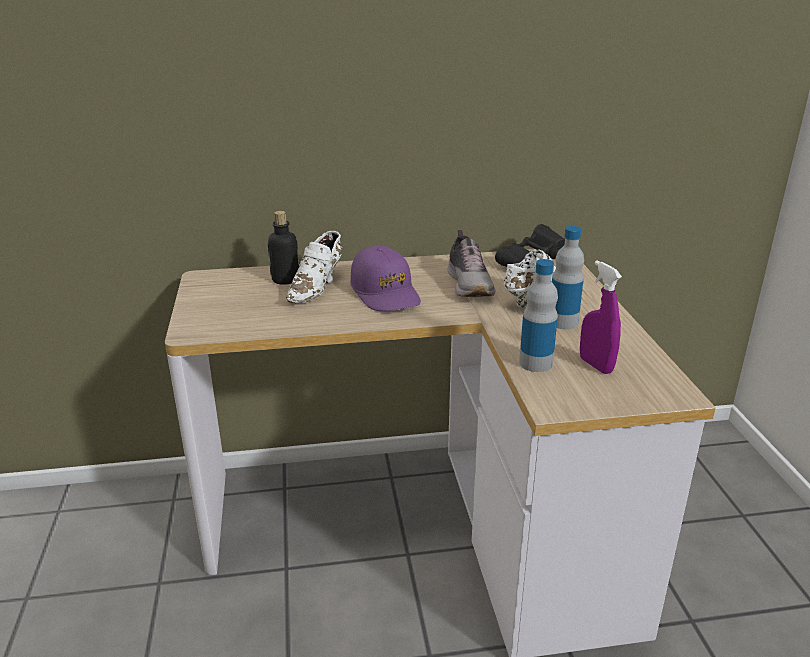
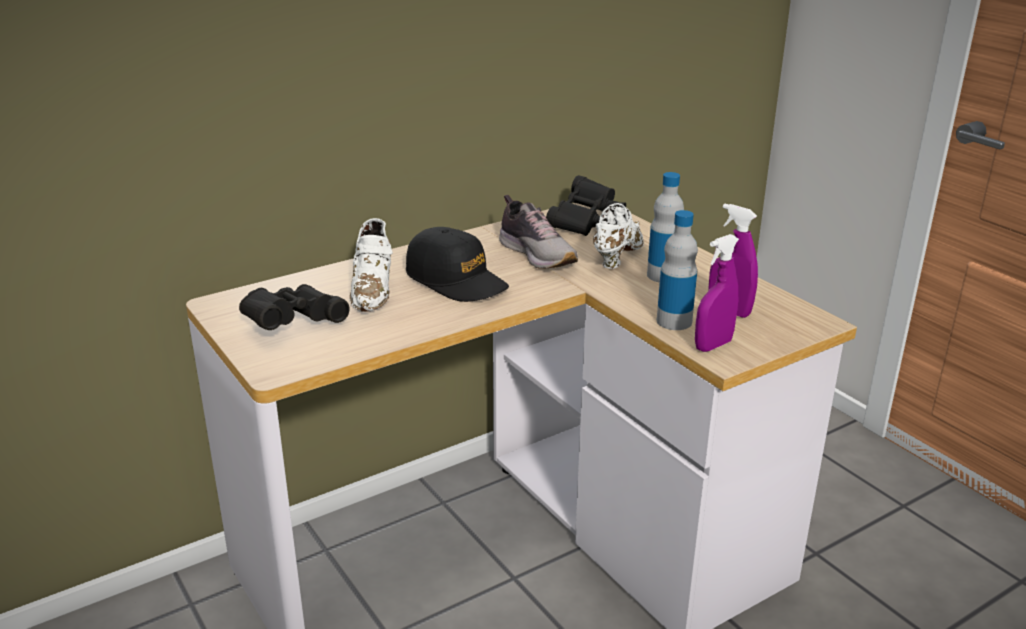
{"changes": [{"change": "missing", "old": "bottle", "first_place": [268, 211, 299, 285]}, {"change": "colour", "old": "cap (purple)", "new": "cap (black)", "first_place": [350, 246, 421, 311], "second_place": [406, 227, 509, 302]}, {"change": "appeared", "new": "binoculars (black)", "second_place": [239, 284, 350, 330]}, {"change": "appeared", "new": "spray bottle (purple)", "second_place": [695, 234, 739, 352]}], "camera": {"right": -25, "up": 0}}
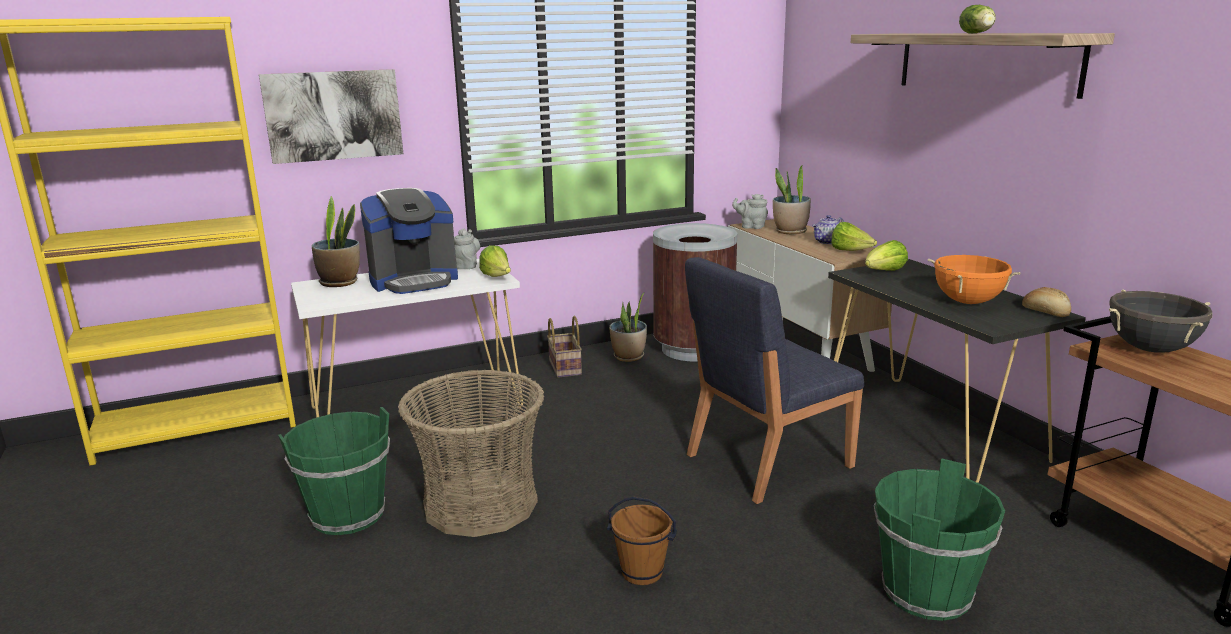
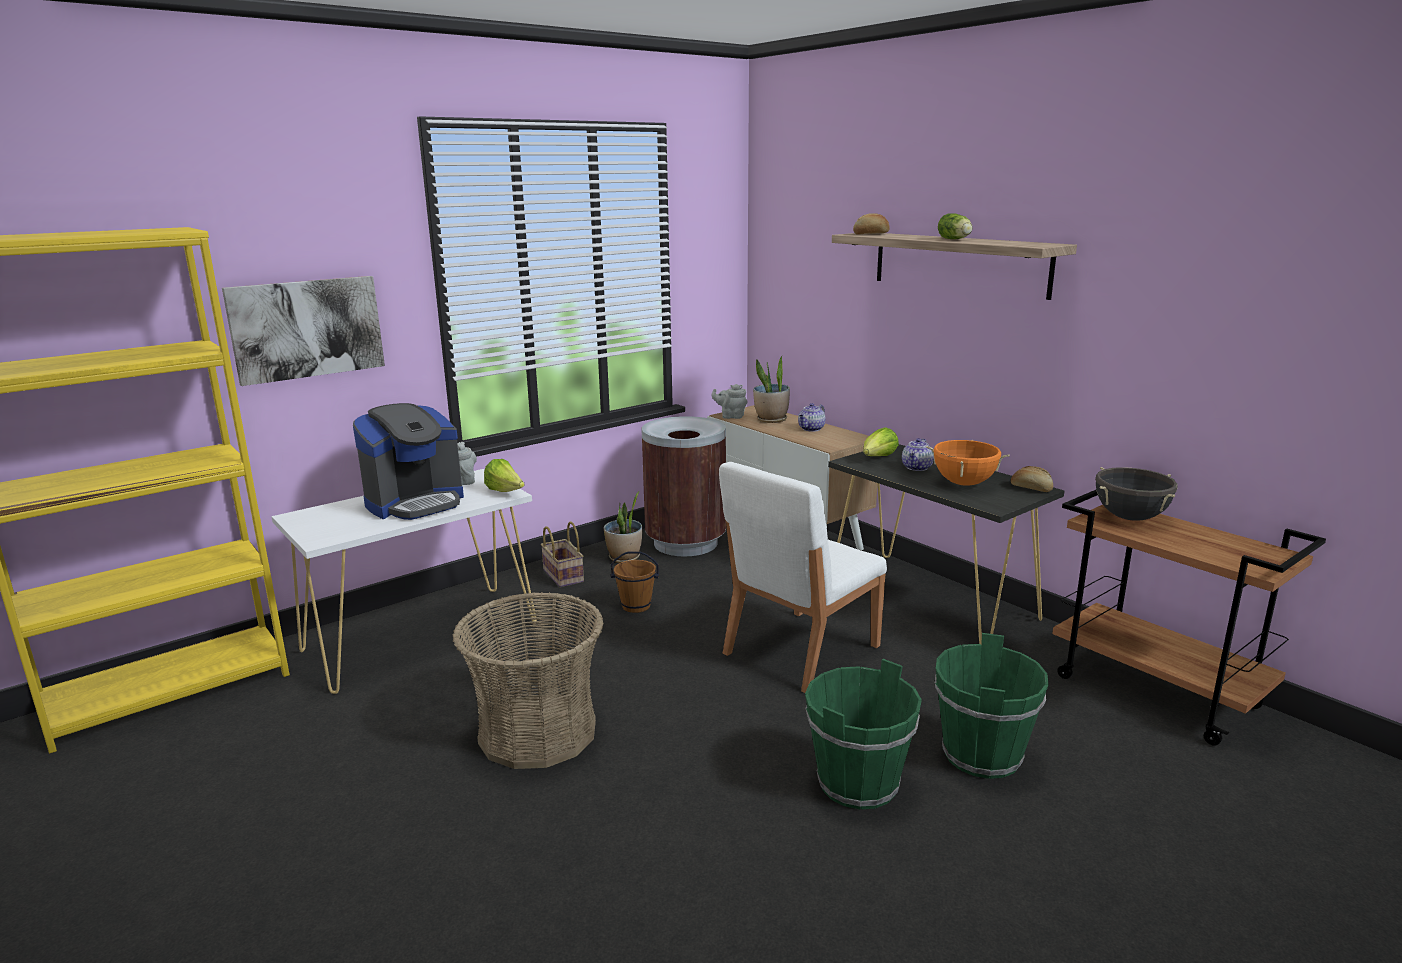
{"changes": [{"change": "relocated", "old": "bucket (green)", "first_place": [278, 407, 390, 535], "second_place": [805, 659, 922, 809]}, {"change": "missing", "old": "potted plant", "first_place": [312, 196, 360, 287]}, {"change": "relocated", "old": "bucket (brown)", "first_place": [607, 497, 677, 585], "second_place": [611, 551, 659, 613]}, {"change": "colour", "old": "chair (blue)", "new": "chair (white)", "first_place": [685, 257, 864, 504], "second_place": [719, 462, 887, 693]}, {"change": "missing", "old": "lettuce", "first_place": [831, 222, 877, 251]}, {"change": "appeared", "new": "bread", "second_place": [853, 213, 890, 235]}, {"change": "appeared", "new": "teapot", "second_place": [902, 438, 934, 471]}], "camera": {"right": -15, "up": 0}}
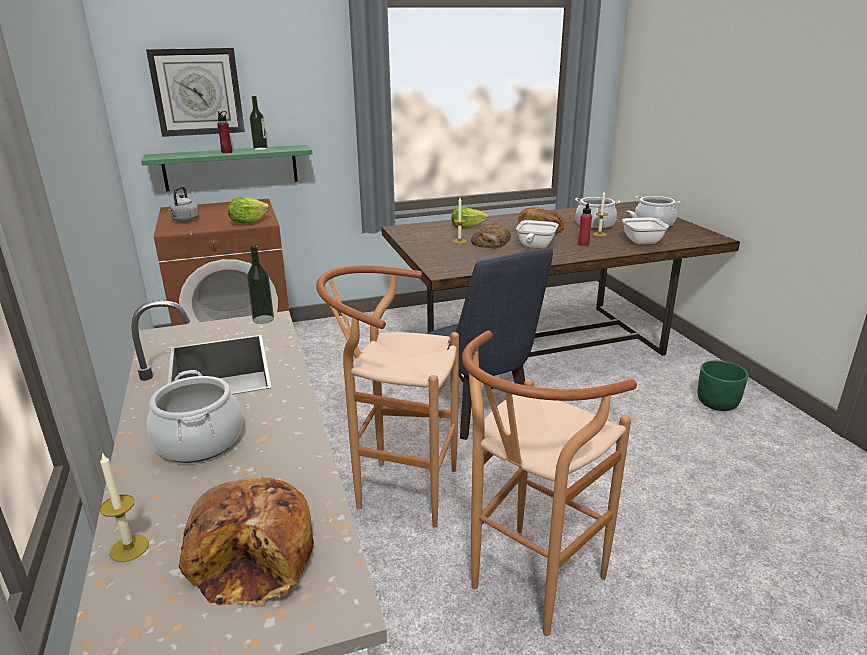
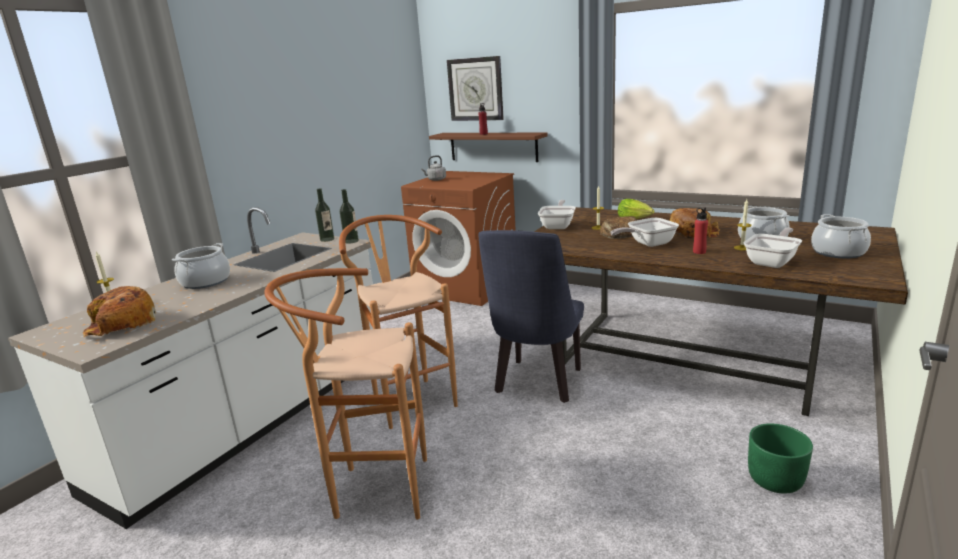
{"changes": [{"change": "colour", "old": "shelf (green)", "new": "shelf (brown)", "first_place": [141, 145, 312, 192], "second_place": [429, 133, 548, 162]}, {"change": "missing", "old": "lettuce", "first_place": [228, 197, 269, 224]}, {"change": "relocated", "old": "bottle", "first_place": [250, 96, 267, 150], "second_place": [315, 188, 334, 242]}, {"change": "appeared", "new": "frying pan", "second_place": [538, 200, 576, 229]}], "camera": {"right": 50, "up": -5}}
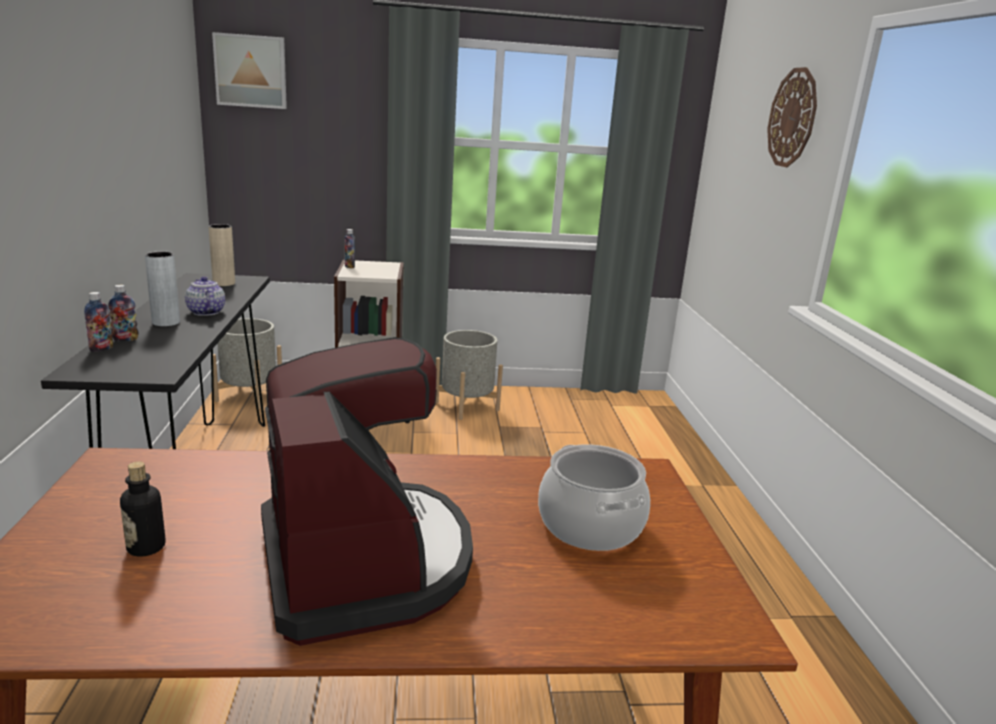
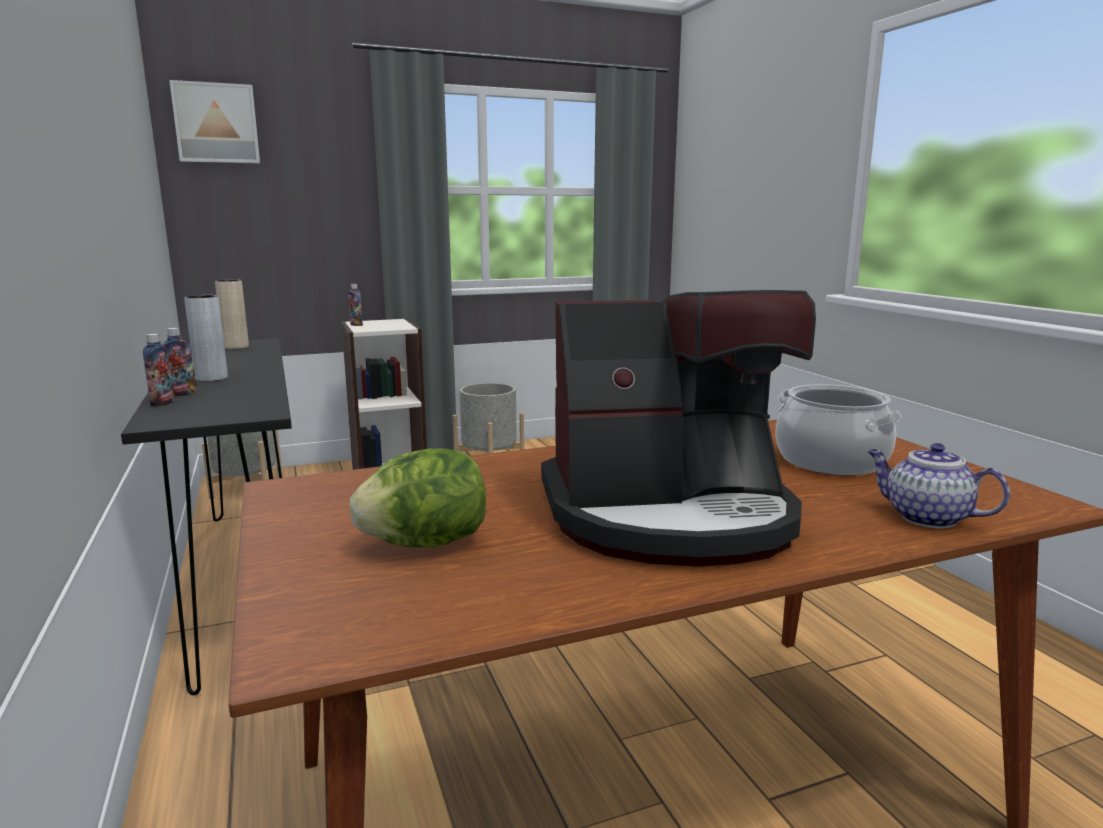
{"changes": [{"change": "exchanged", "old": "bottle", "new": "lettuce", "first_place": [120, 461, 166, 557], "second_place": [349, 448, 486, 547]}, {"change": "relocated", "old": "teapot", "first_place": [185, 276, 225, 316], "second_place": [867, 443, 1010, 528]}, {"change": "spun", "old": "coffee machine", "first_place": [261, 337, 473, 646], "second_place": [541, 290, 816, 567], "degrees": 120}, {"change": "missing", "old": "wall clock", "first_place": [767, 67, 817, 167]}], "camera": {"right": -15, "up": -5}}
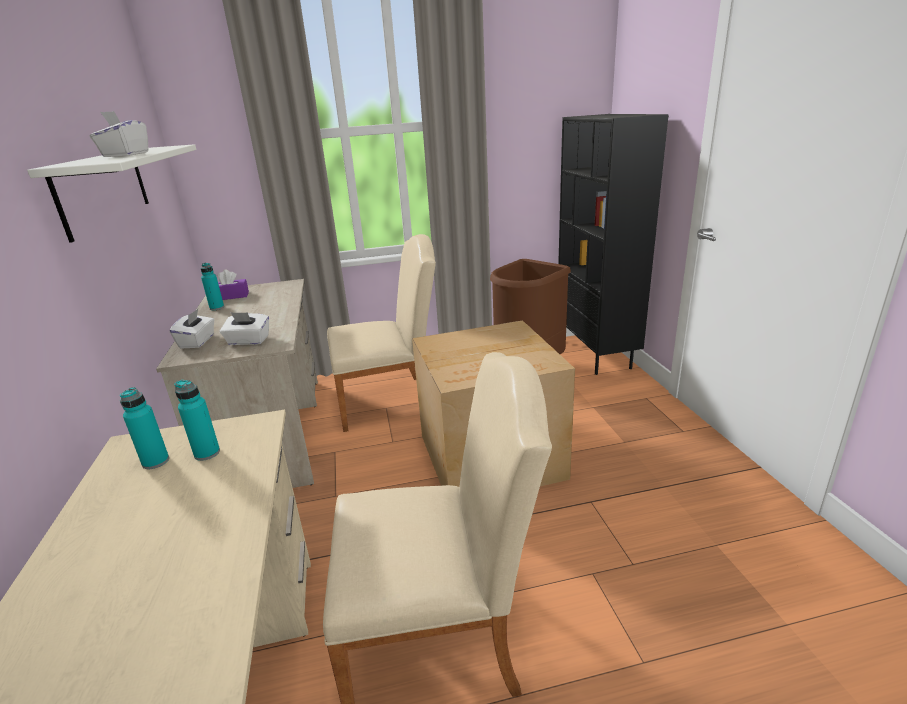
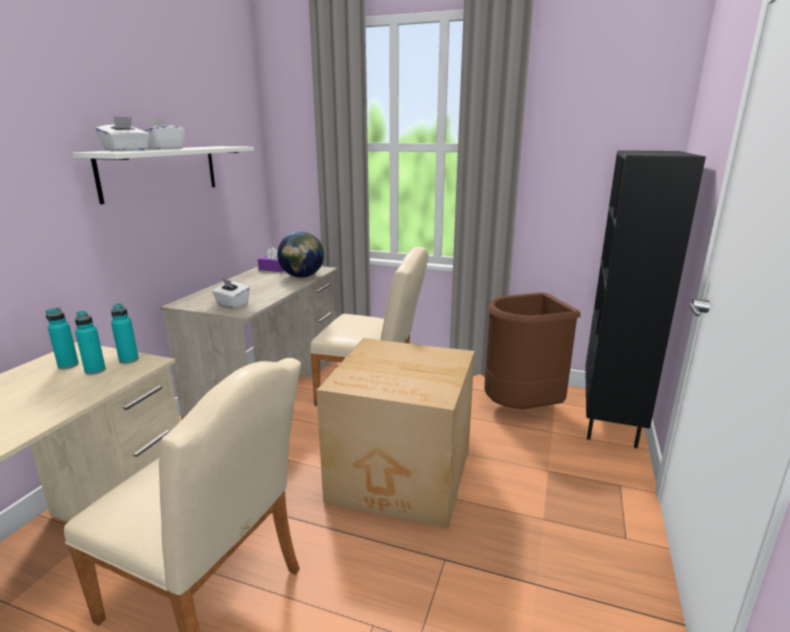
{"changes": [{"change": "relocated", "old": "tissue box (white)", "first_place": [170, 309, 214, 349], "second_place": [96, 116, 149, 151]}, {"change": "relocated", "old": "bottle (turquoise)", "first_place": [201, 263, 224, 310], "second_place": [111, 303, 139, 364]}, {"change": "appeared", "new": "globe", "second_place": [277, 232, 324, 278]}], "camera": {"right": 30, "up": -5}}
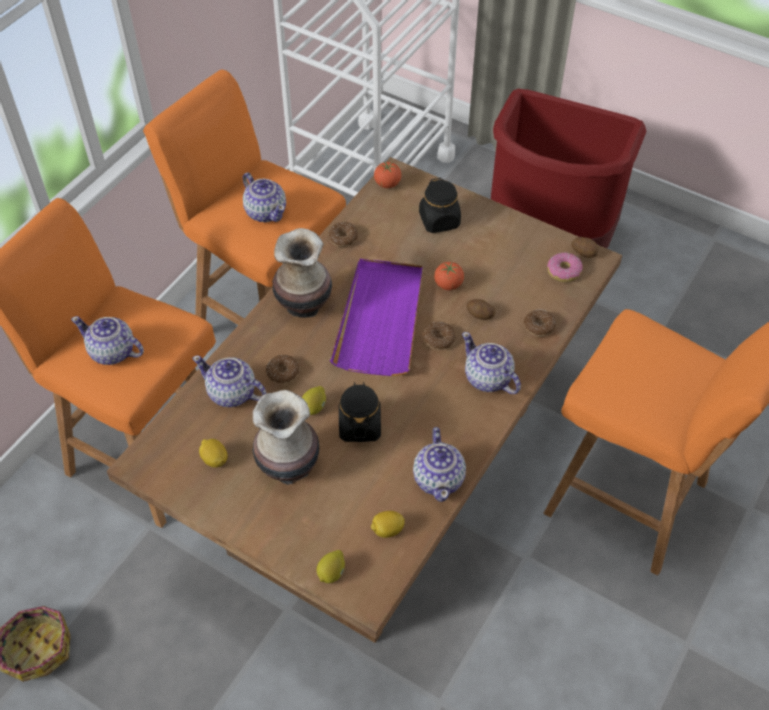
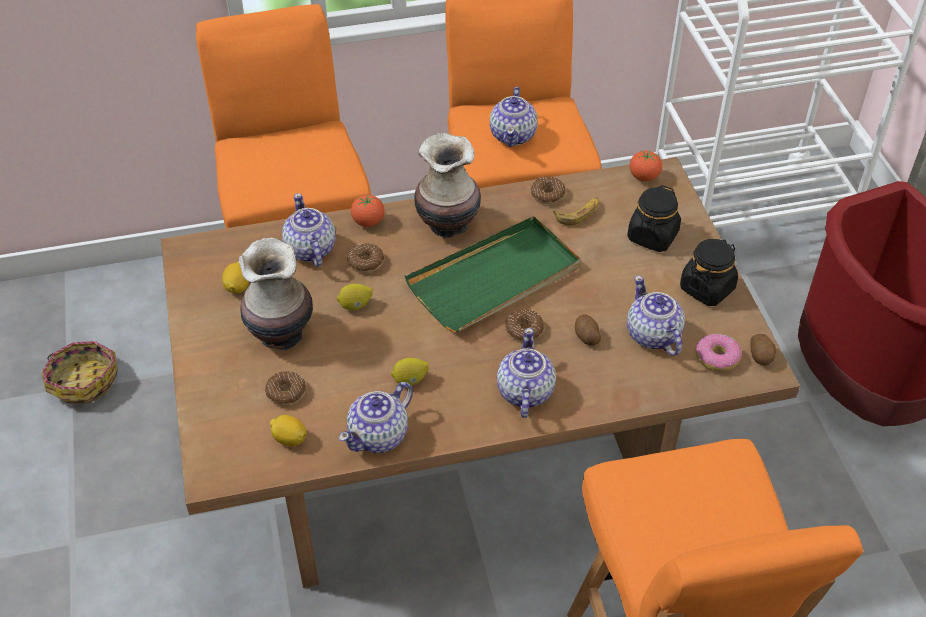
{"changes": [{"change": "relocated", "old": "teapot", "first_place": [71, 316, 144, 365], "second_place": [627, 276, 685, 356]}, {"change": "relocated", "old": "lemon", "first_place": [316, 550, 345, 583], "second_place": [391, 358, 429, 386]}, {"change": "colour", "old": "tray (purple)", "new": "tray (green)", "first_place": [330, 259, 422, 376], "second_place": [405, 216, 581, 333]}, {"change": "relocated", "old": "jar (black)", "first_place": [339, 382, 381, 442], "second_place": [680, 239, 738, 306]}, {"change": "relocated", "old": "tomato", "first_place": [434, 262, 464, 290], "second_place": [351, 195, 385, 227]}, {"change": "relocated", "old": "donut", "first_place": [524, 310, 557, 337], "second_place": [265, 371, 306, 405]}, {"change": "appeared", "new": "banana", "second_place": [553, 197, 599, 225]}], "camera": {"right": 45, "up": -5}}
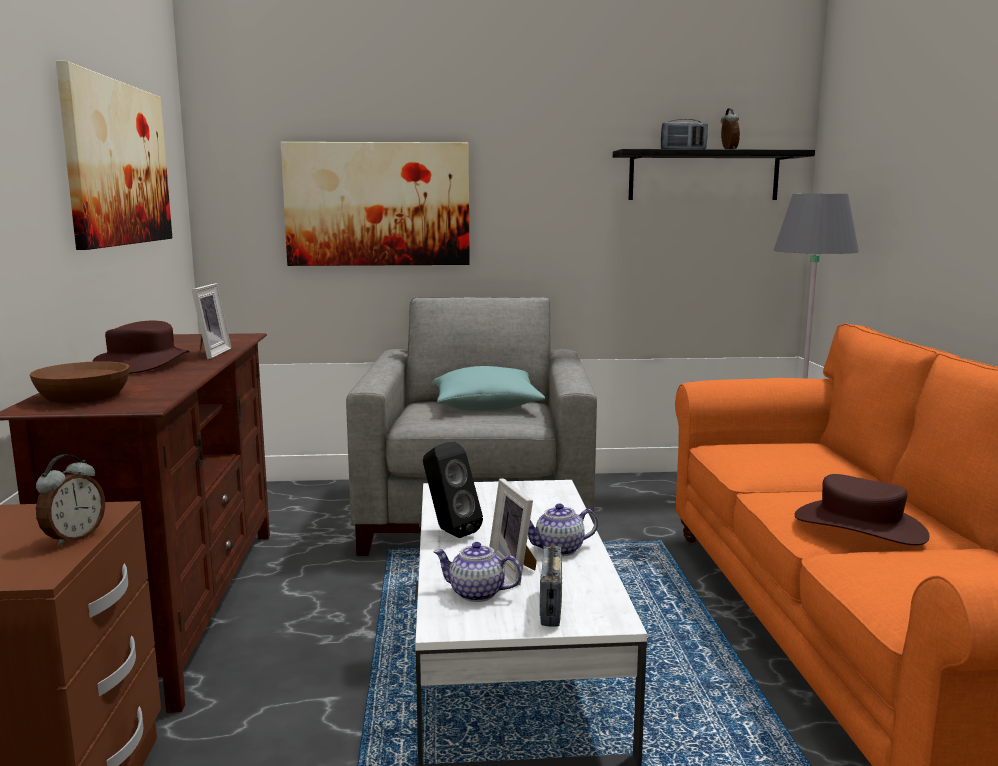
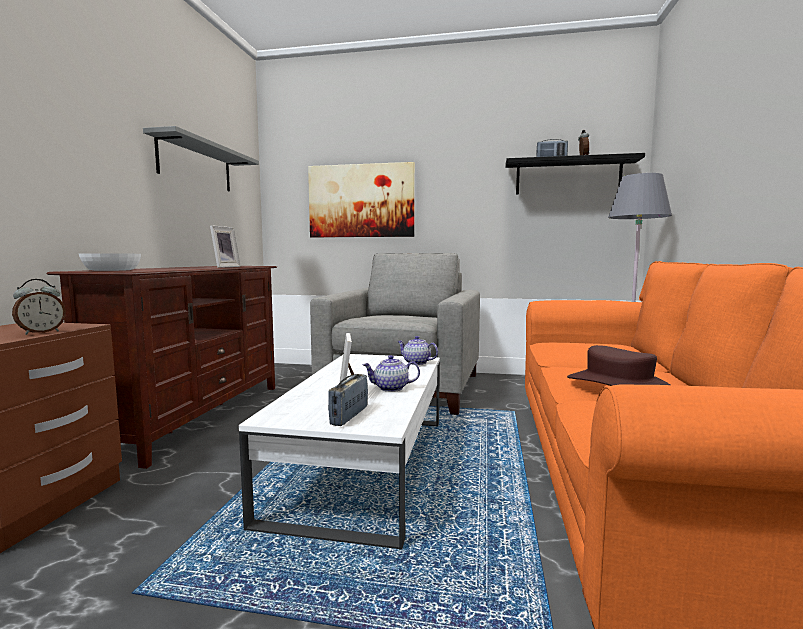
{"changes": [{"change": "colour", "old": "bowl (brown)", "new": "bowl (white)", "first_place": [30, 361, 130, 404], "second_place": [79, 253, 141, 271]}, {"change": "exchanged", "old": "picture", "new": "shelf (grey)", "first_place": [56, 61, 172, 250], "second_place": [143, 126, 259, 191]}, {"change": "missing", "old": "hat (brown)", "first_place": [92, 321, 189, 374]}, {"change": "missing", "old": "speaker (black)", "first_place": [423, 442, 483, 538]}, {"change": "missing", "old": "pillow (turquoise)", "first_place": [433, 366, 545, 410]}, {"change": "relocated", "old": "teapot", "first_place": [433, 542, 522, 602], "second_place": [397, 336, 438, 365]}], "camera": {"right": 15, "up": -5}}
